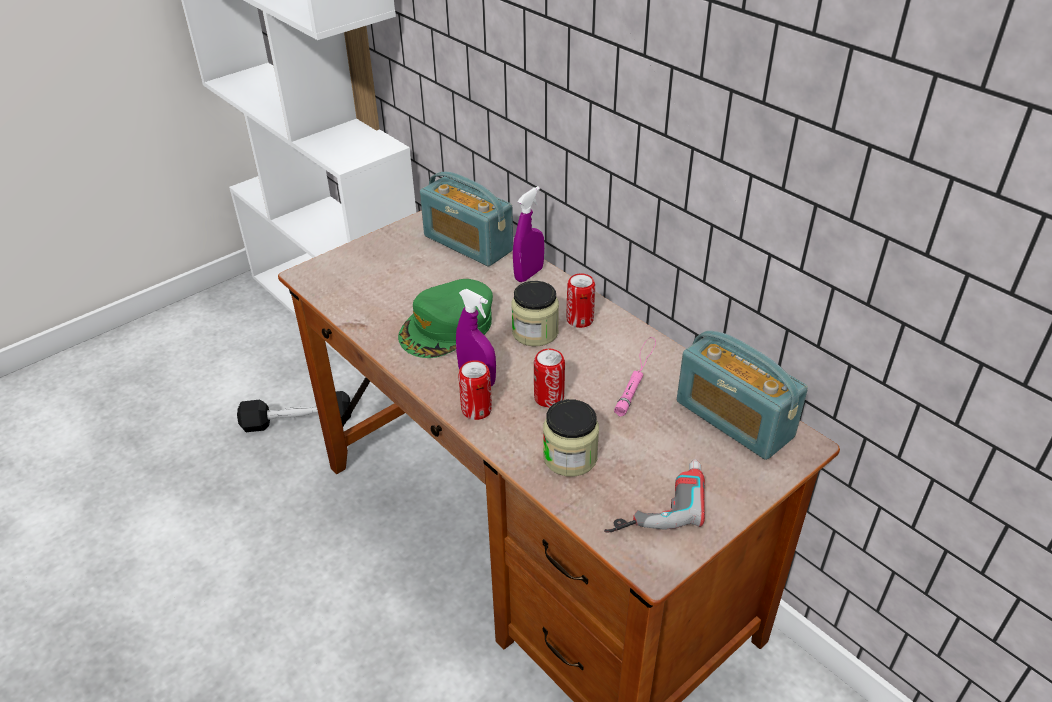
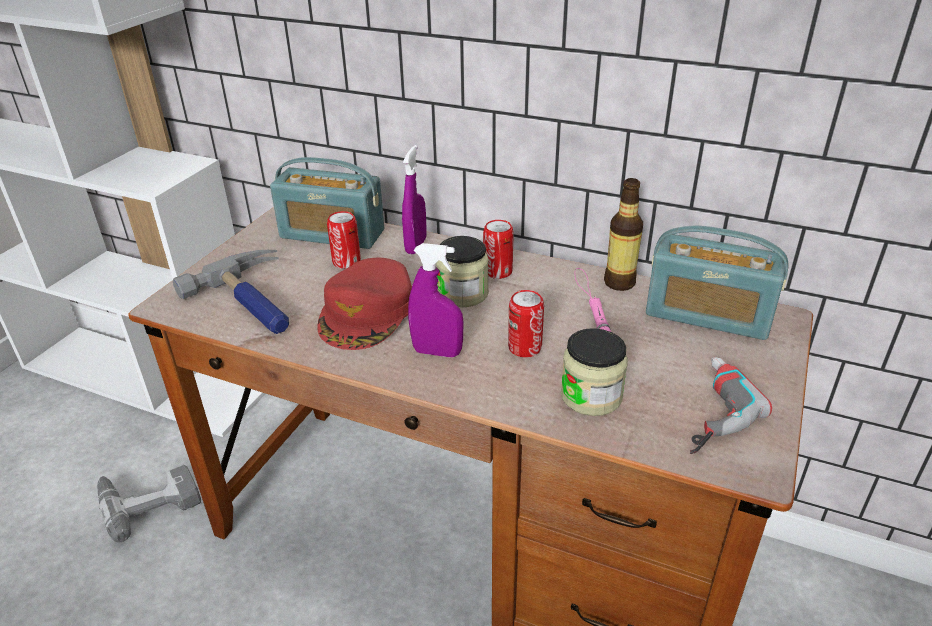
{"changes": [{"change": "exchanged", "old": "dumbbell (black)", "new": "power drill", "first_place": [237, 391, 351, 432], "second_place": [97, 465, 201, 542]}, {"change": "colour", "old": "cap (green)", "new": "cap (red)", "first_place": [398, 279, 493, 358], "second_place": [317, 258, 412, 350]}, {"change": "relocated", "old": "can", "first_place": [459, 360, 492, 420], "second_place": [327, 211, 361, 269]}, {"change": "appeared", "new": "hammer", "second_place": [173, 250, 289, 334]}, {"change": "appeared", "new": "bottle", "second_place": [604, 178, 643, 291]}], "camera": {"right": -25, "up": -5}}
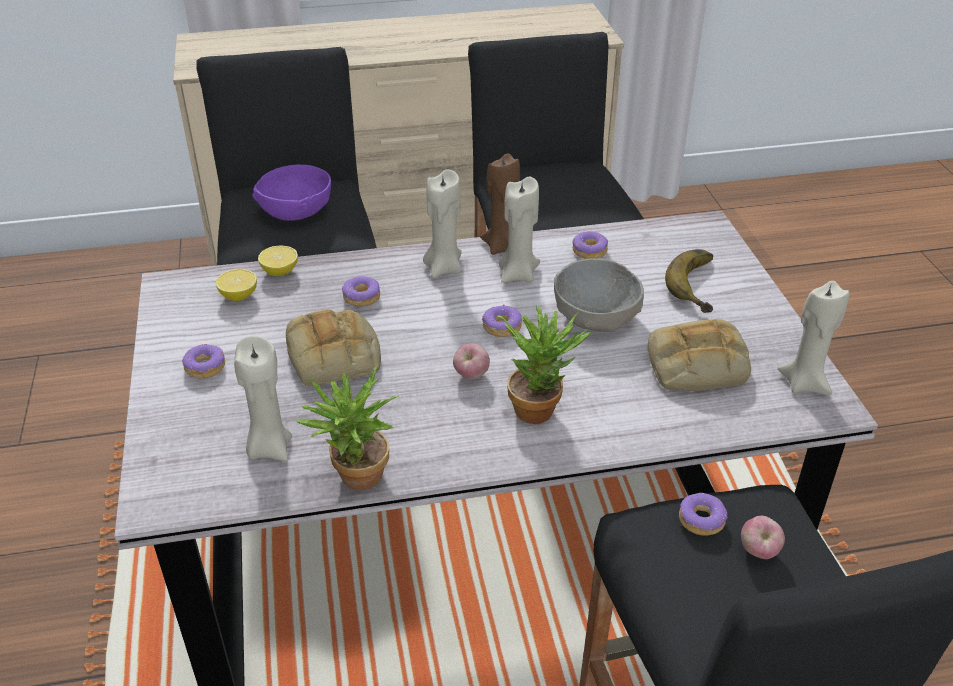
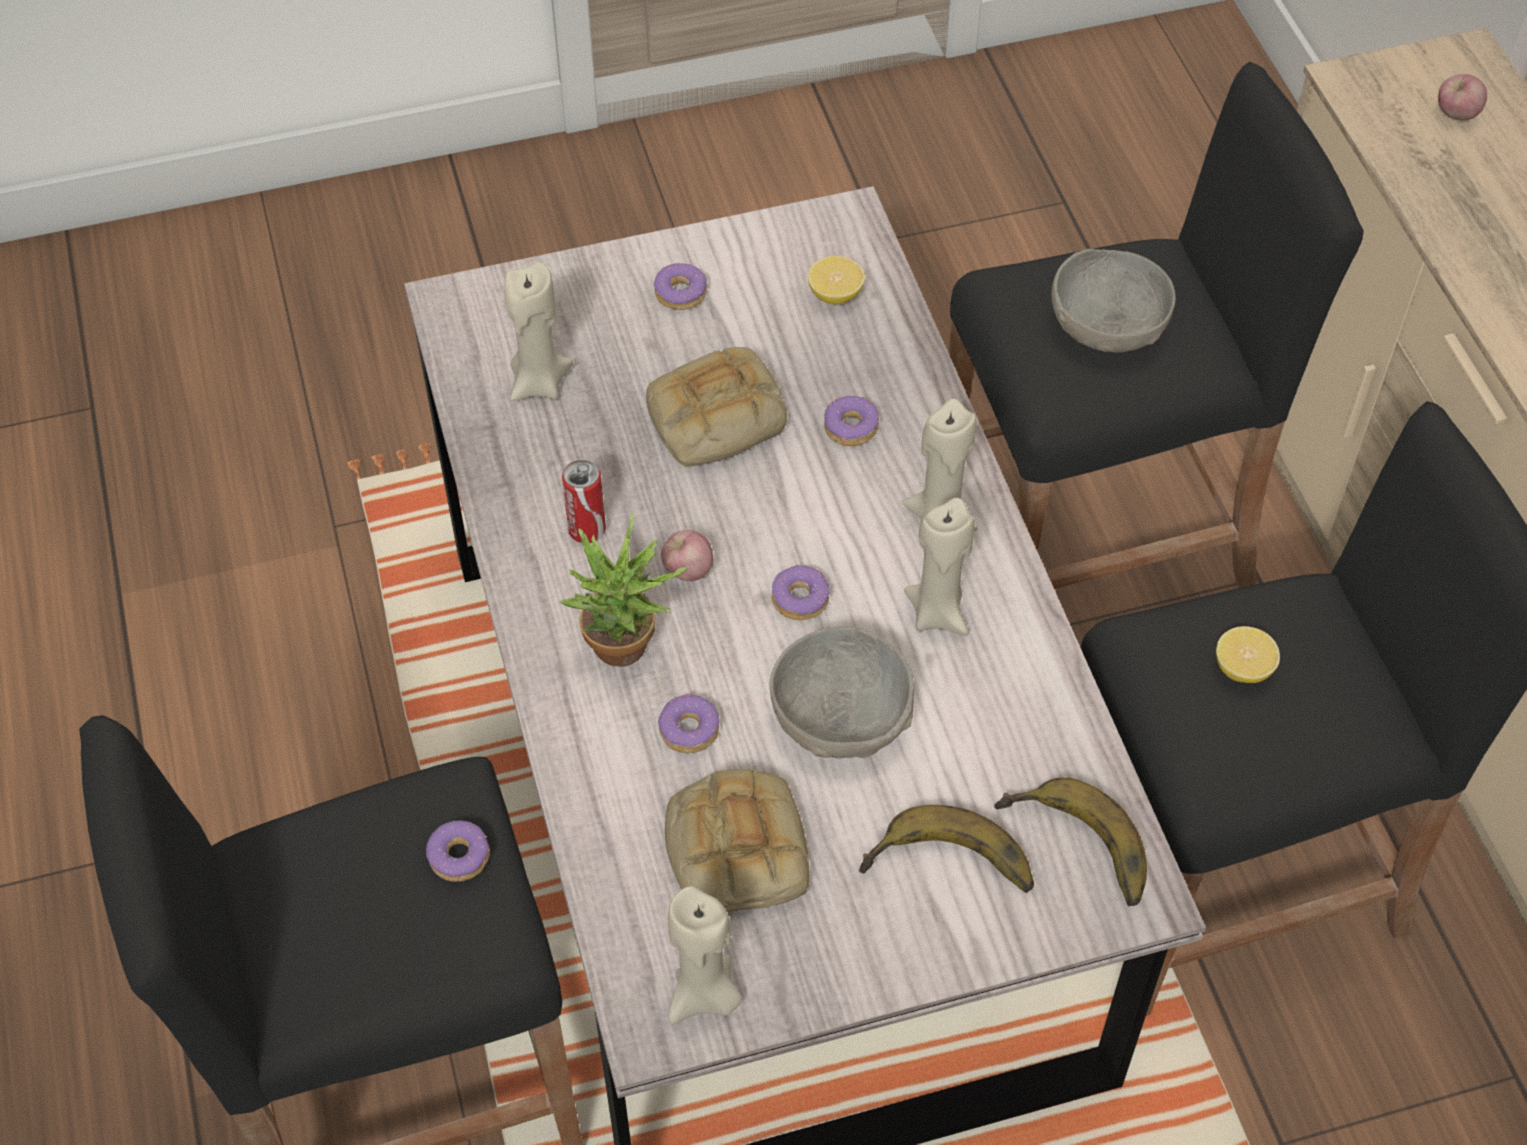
{"changes": [{"change": "colour", "old": "bowl (purple)", "new": "bowl (grey)", "first_place": [252, 165, 331, 221], "second_place": [1051, 249, 1176, 353]}, {"change": "relocated", "old": "lemon", "first_place": [258, 246, 298, 276], "second_place": [1216, 626, 1280, 683]}, {"change": "missing", "old": "potted plant", "first_place": [296, 366, 399, 490]}, {"change": "missing", "old": "candle (brown)", "first_place": [480, 153, 520, 255]}, {"change": "relocated", "old": "donut", "first_place": [573, 231, 608, 259], "second_place": [658, 694, 719, 753]}, {"change": "relocated", "old": "apple", "first_place": [741, 516, 785, 559], "second_place": [1438, 74, 1487, 120]}, {"change": "appeared", "new": "can", "second_place": [562, 460, 606, 543]}, {"change": "appeared", "new": "banana", "second_place": [994, 778, 1147, 906]}], "camera": {"right": 85, "up": 15}}
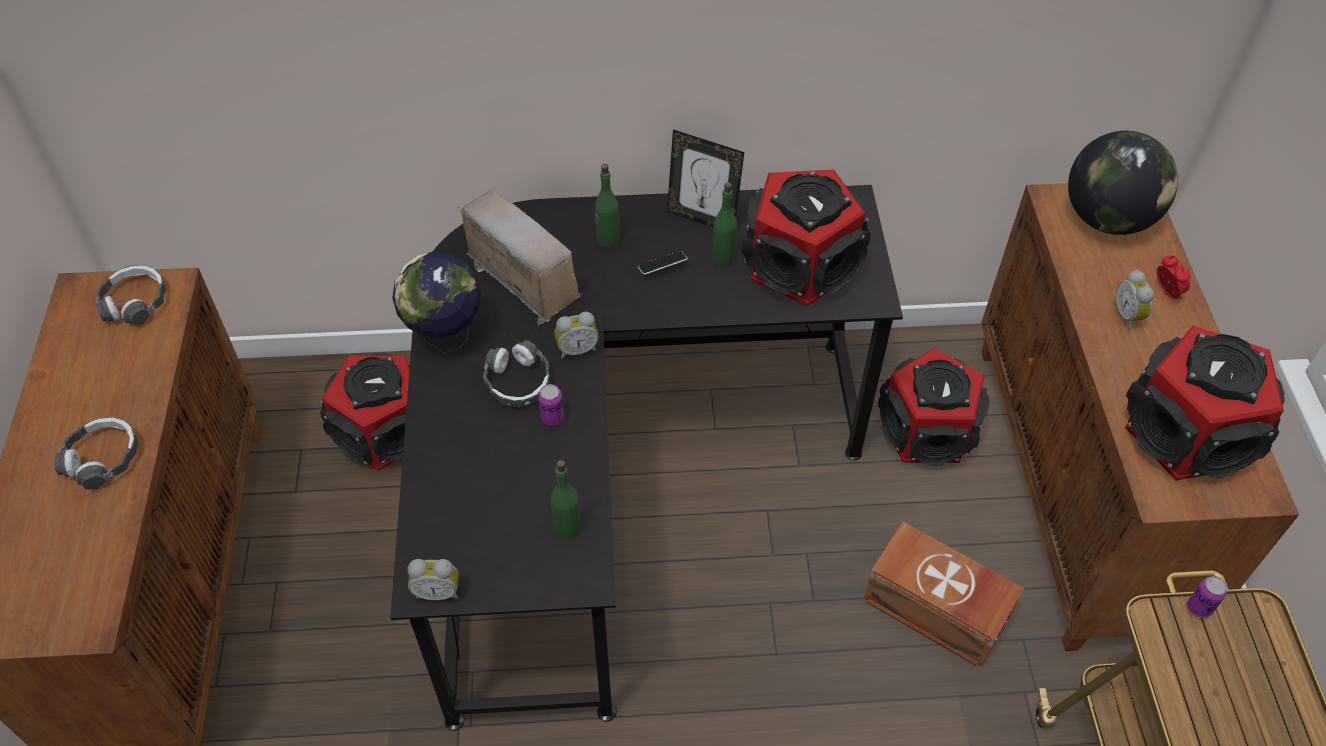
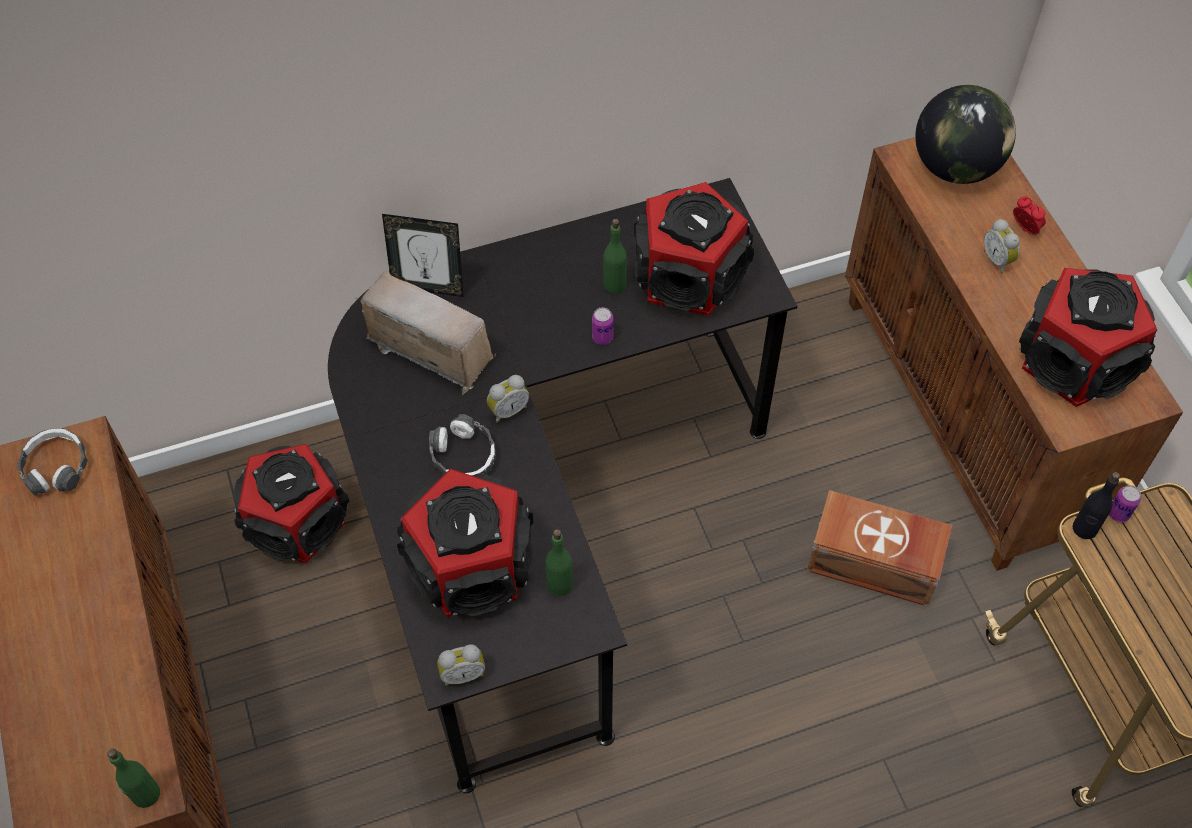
{"changes": [{"change": "missing", "old": "headphones", "first_place": [54, 416, 139, 490]}, {"change": "missing", "old": "globe", "first_place": [392, 252, 481, 354]}, {"change": "relocated", "old": "can", "first_place": [538, 384, 564, 426], "second_place": [592, 307, 613, 345]}, {"change": "relocated", "old": "bottle (green)", "first_place": [594, 164, 620, 247], "second_place": [107, 749, 160, 808]}, {"change": "missing", "old": "phone", "first_place": [638, 251, 688, 275]}, {"change": "relocated", "old": "picture frame", "first_place": [667, 129, 744, 227], "second_place": [382, 214, 464, 297]}, {"change": "relocated", "old": "speaker", "first_place": [878, 348, 990, 466], "second_place": [397, 469, 533, 617]}, {"change": "appeared", "new": "bottle (black)", "second_place": [1073, 472, 1120, 539]}], "camera": {"right": -15, "up": 5}}
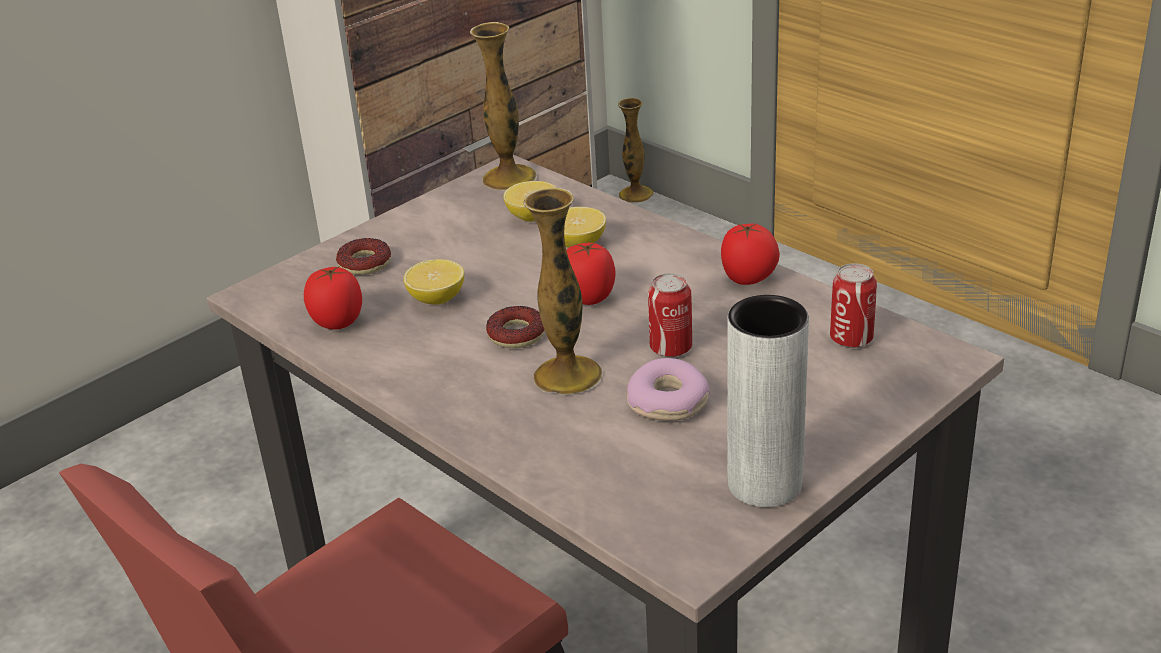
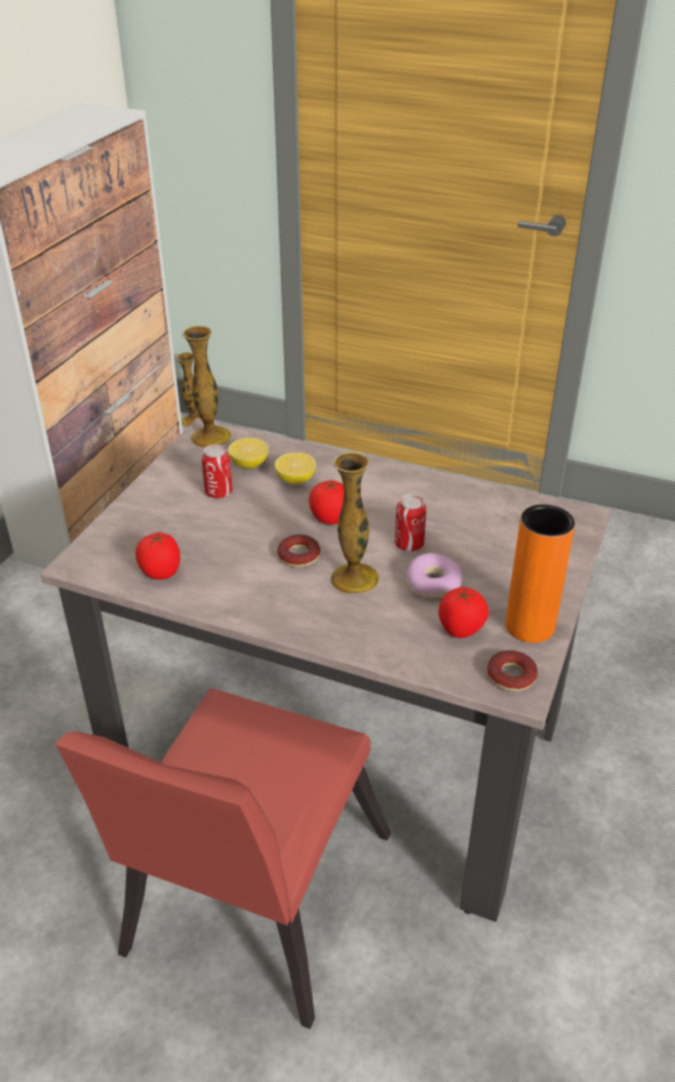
{"changes": [{"change": "relocated", "old": "donut", "first_place": [336, 238, 391, 275], "second_place": [487, 650, 538, 692]}, {"change": "missing", "old": "lemon", "first_place": [404, 259, 464, 305]}, {"change": "relocated", "old": "tomato", "first_place": [721, 224, 780, 285], "second_place": [438, 587, 489, 638]}, {"change": "colour", "old": "vase (grey)", "new": "vase (orange)", "first_place": [727, 295, 809, 507], "second_place": [505, 504, 575, 643]}, {"change": "relocated", "old": "can", "first_place": [830, 263, 877, 348], "second_place": [202, 444, 232, 499]}], "camera": {"right": -25, "up": 5}}
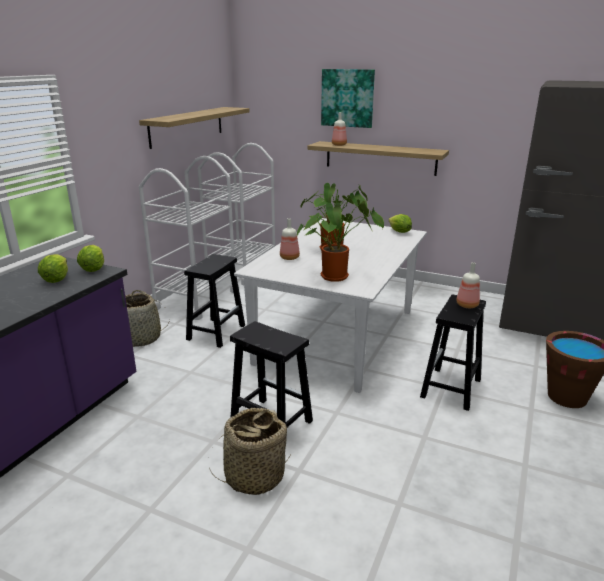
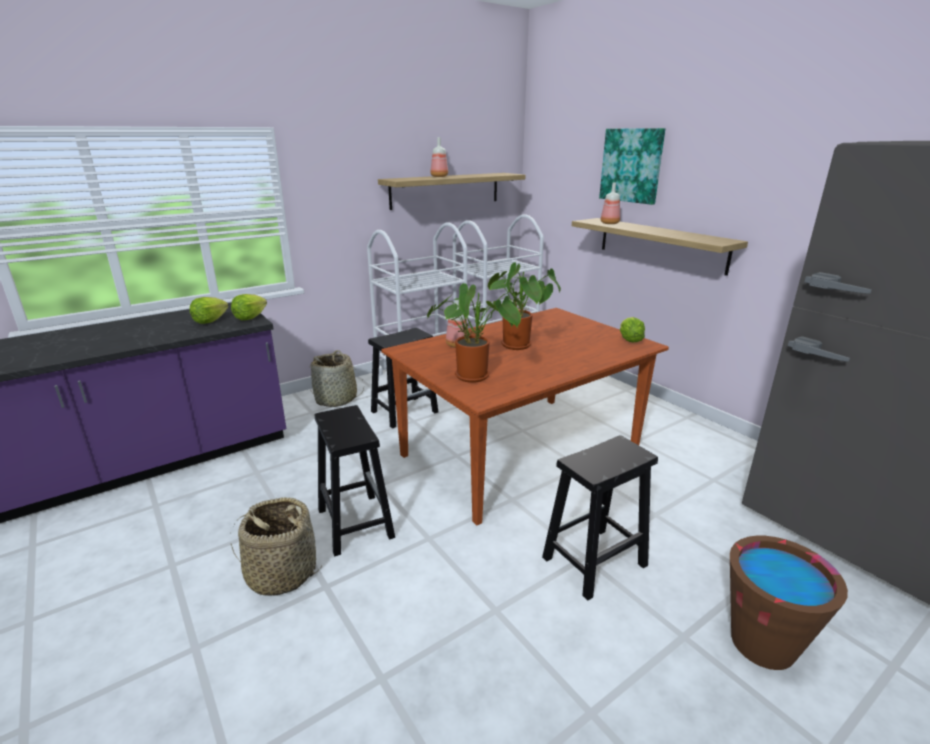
{"changes": [{"change": "colour", "old": "dining table (white)", "new": "dining table (brown)", "first_place": [234, 218, 427, 393], "second_place": [381, 308, 669, 525]}, {"change": "relocated", "old": "bottle", "first_place": [456, 262, 480, 308], "second_place": [431, 137, 448, 177]}], "camera": {"right": 30, "up": 0}}
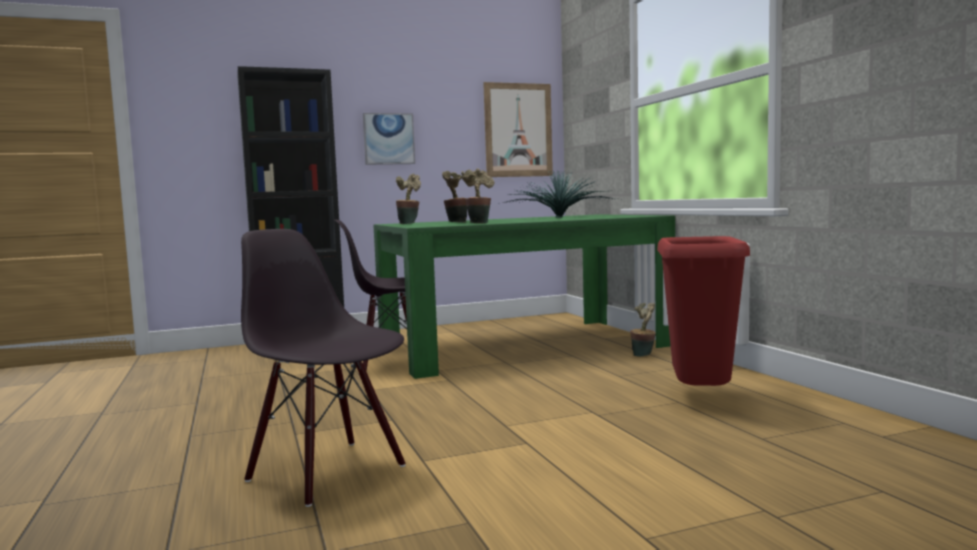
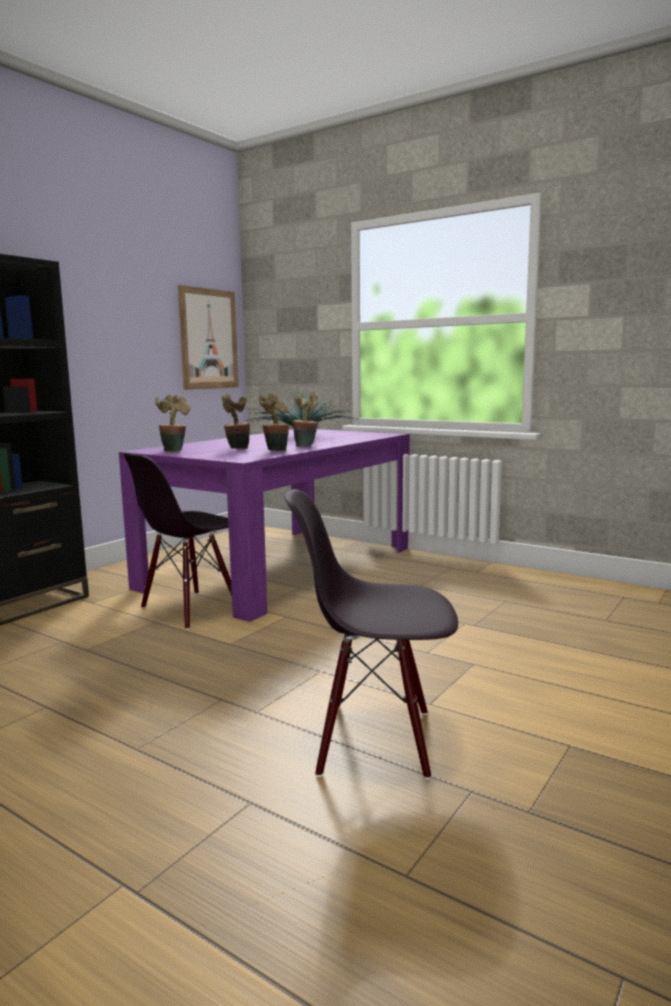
{"changes": [{"change": "missing", "old": "picture", "first_place": [363, 113, 415, 165]}, {"change": "colour", "old": "dining table (green)", "new": "dining table (purple)", "first_place": [373, 214, 675, 379], "second_place": [119, 429, 410, 622]}, {"change": "relocated", "old": "potted plant", "first_place": [630, 303, 656, 357], "second_place": [293, 391, 318, 447]}, {"change": "missing", "old": "trash can (red)", "first_place": [657, 236, 750, 386]}], "camera": {"right": -35, "up": 5}}
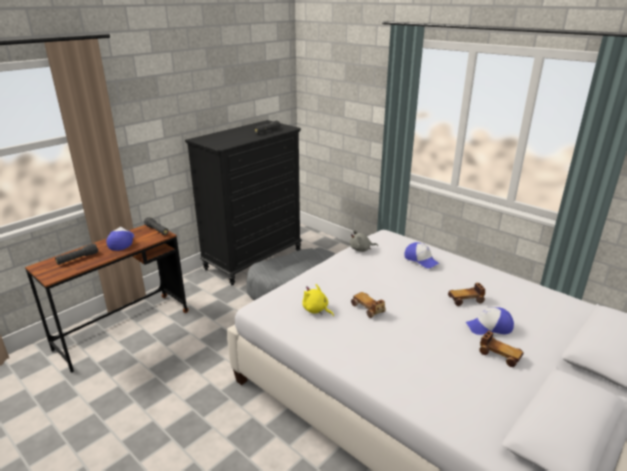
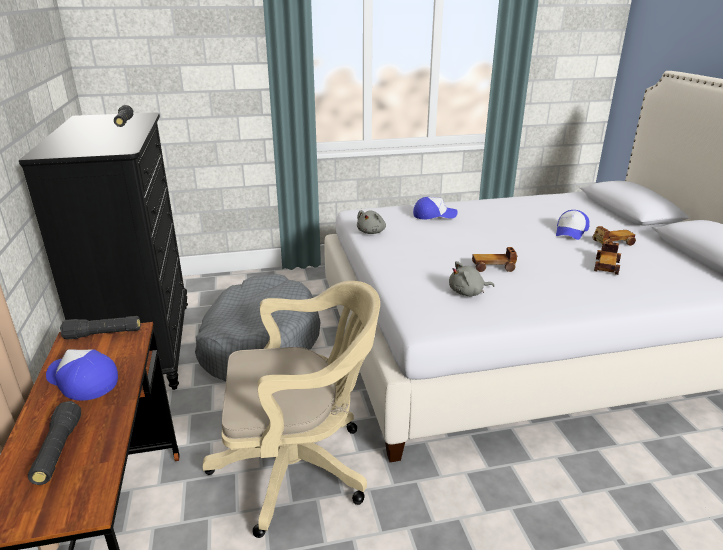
{"changes": [{"change": "colour", "old": "plush toy (yellow)", "new": "plush toy (grey)", "first_place": [302, 284, 334, 316], "second_place": [449, 261, 495, 296]}, {"change": "relocated", "old": "toy car", "first_place": [448, 283, 485, 306], "second_place": [594, 241, 621, 275]}, {"change": "appeared", "new": "office chair (beige)", "second_place": [203, 281, 380, 538]}], "camera": {"right": -55, "up": 0}}
